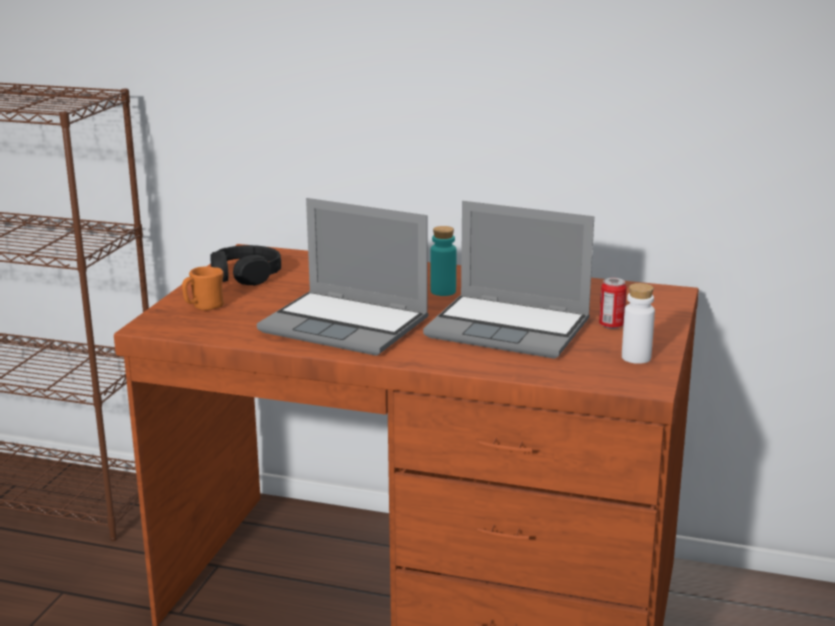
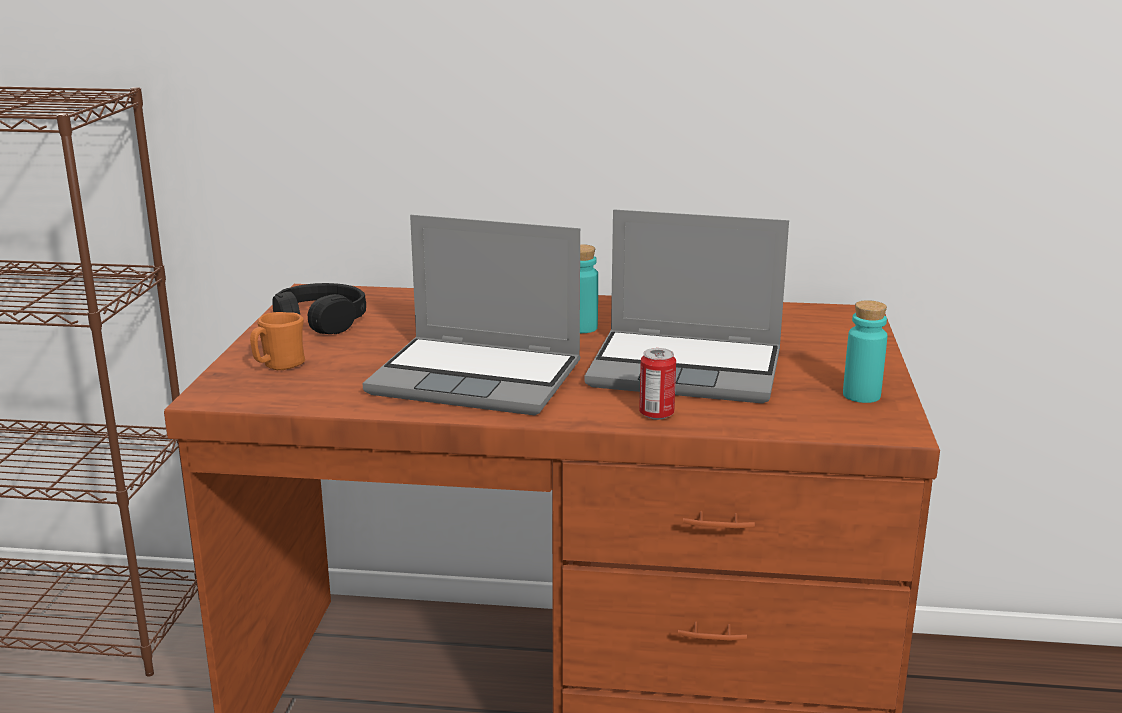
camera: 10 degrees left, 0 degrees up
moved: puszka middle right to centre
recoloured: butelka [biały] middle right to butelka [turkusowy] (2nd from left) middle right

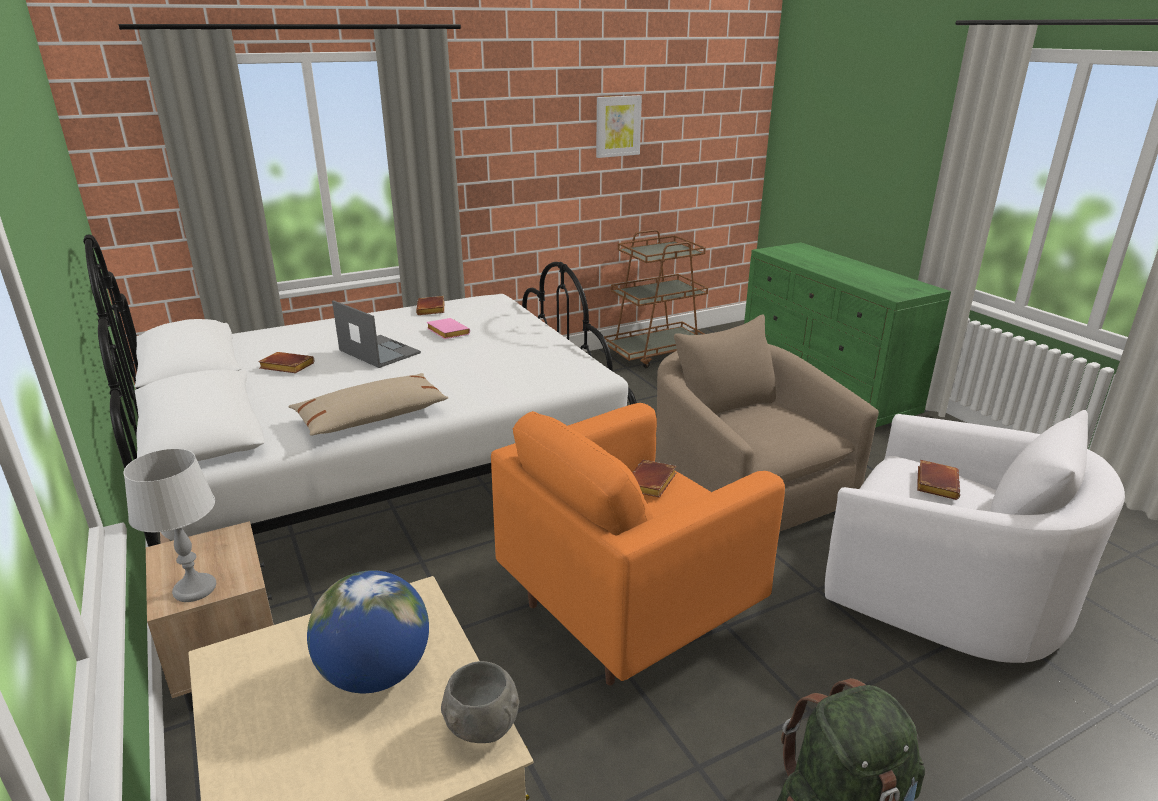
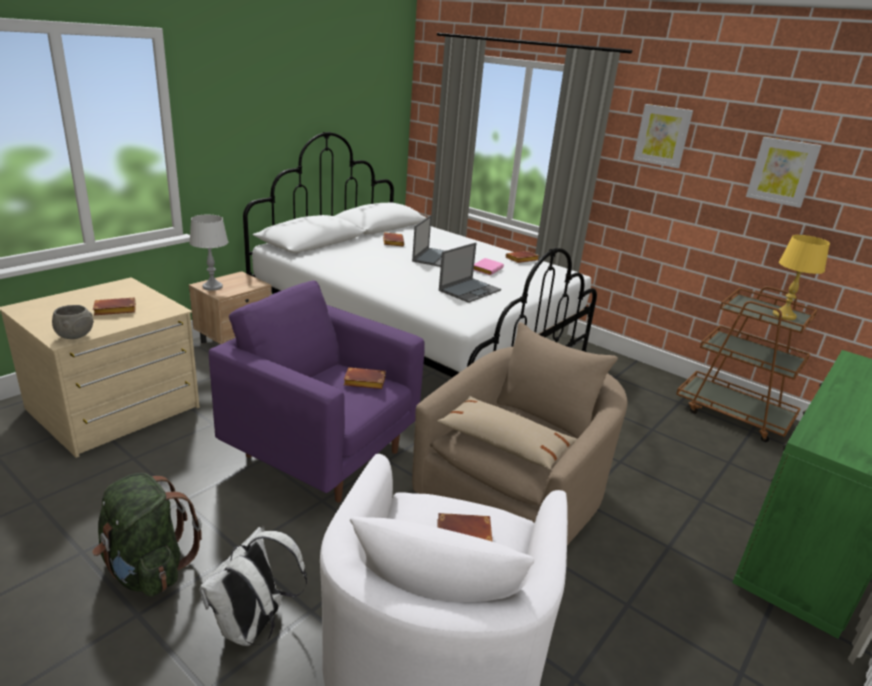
camera: 65 degrees right, 0 degrees up
added: plecak [biały] bottom left; laptop (2nd from left) centre; obraz (1st from left) top right; lampa stołowa [żółty] middle right
moved: poduszka [beżowy] middle left to centre
replaced: globus bottom left to książka [brązowy] (1st from left) middle left
recoloured: fotel [pomarańczowy] bottom centre to fotel [fioletowy] centre

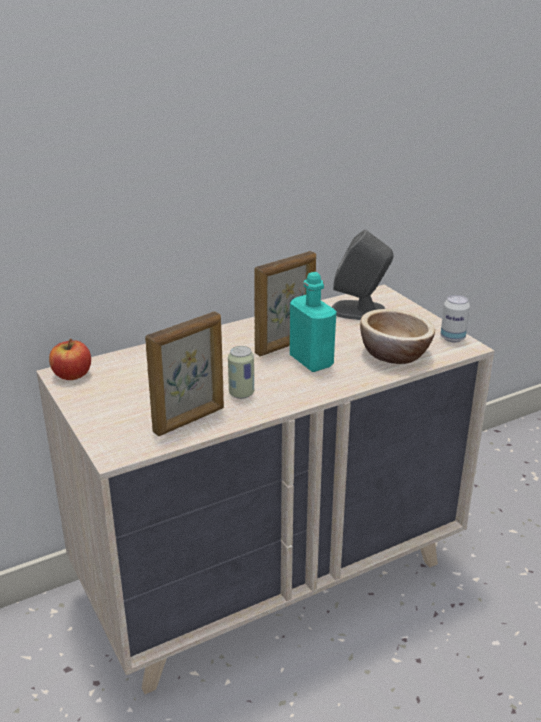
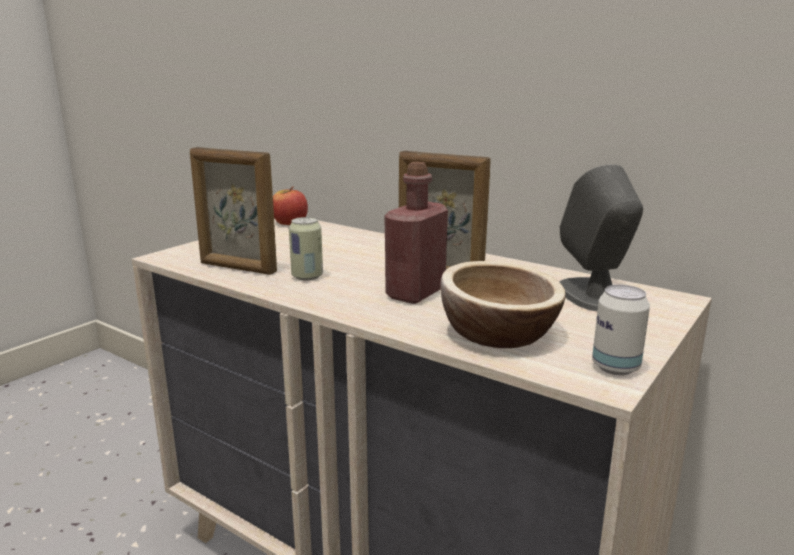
camera: 65 degrees right, 10 degrees down
recoloured: butelka [turkusowy] centre to butelka [czerwony] centre

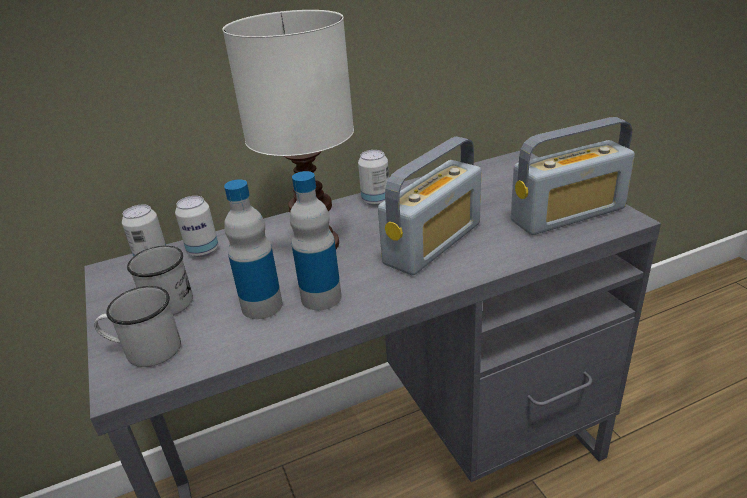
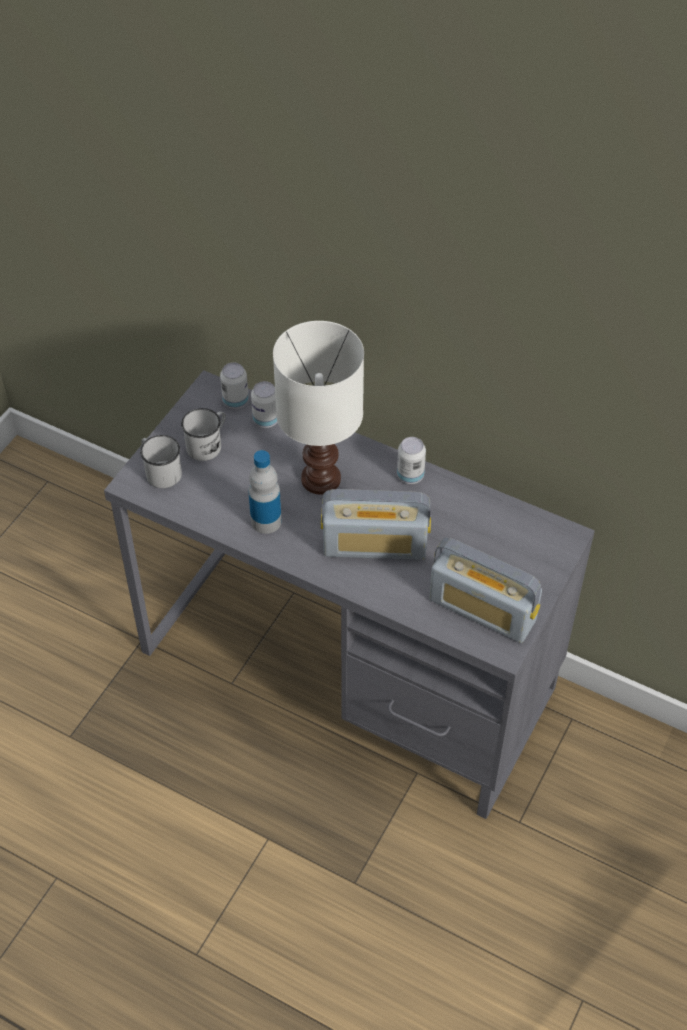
camera: 50 degrees right, 20 degrees up
removed: butelka (1st from left) centre

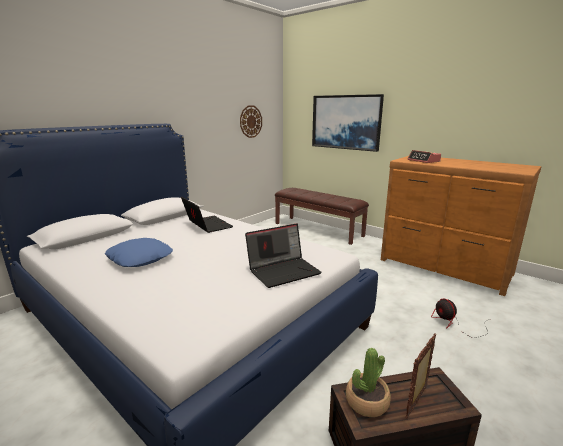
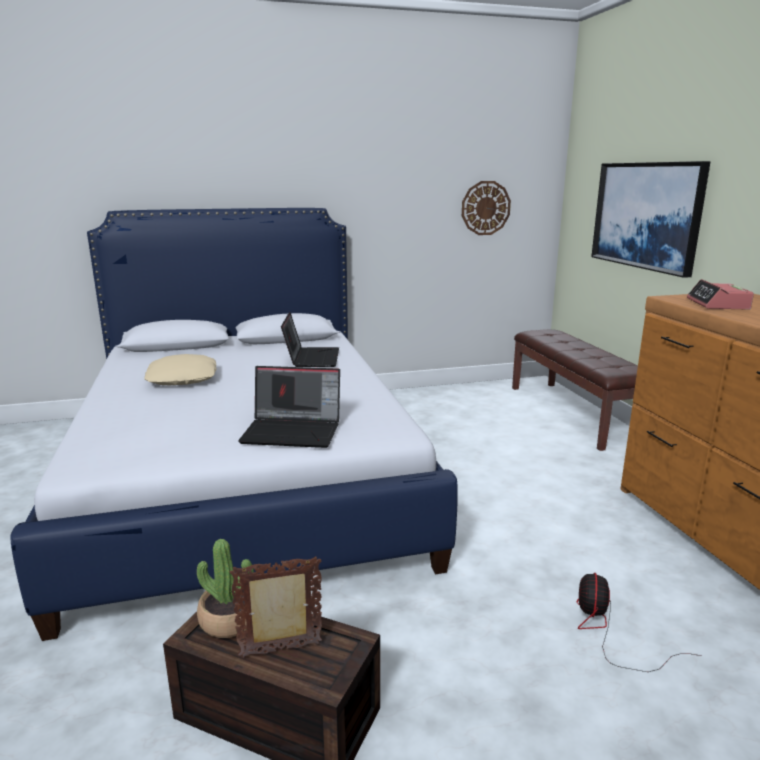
camera: 35 degrees right, 0 degrees up
recoloured: poduszka [niebieski] middle left to poduszka [beżowy] middle left

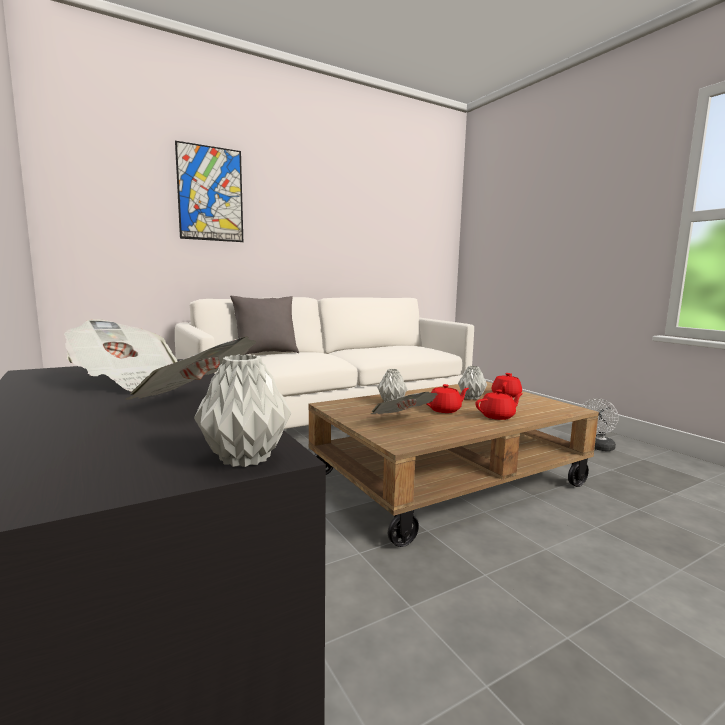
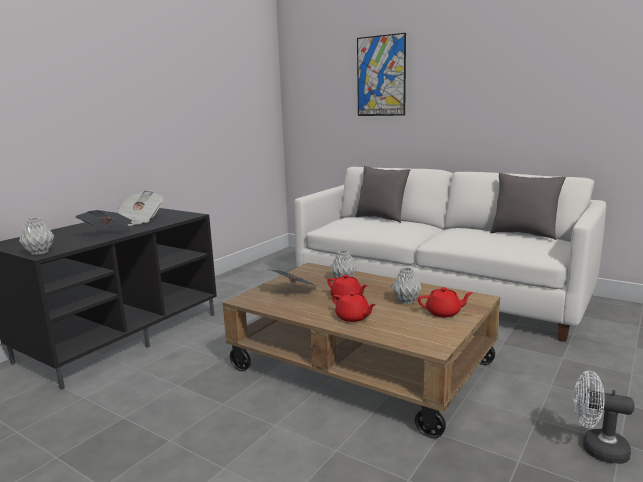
camera: 65 degrees right, 5 degrees up
added: poduszka [szary] (2nd from left) middle right

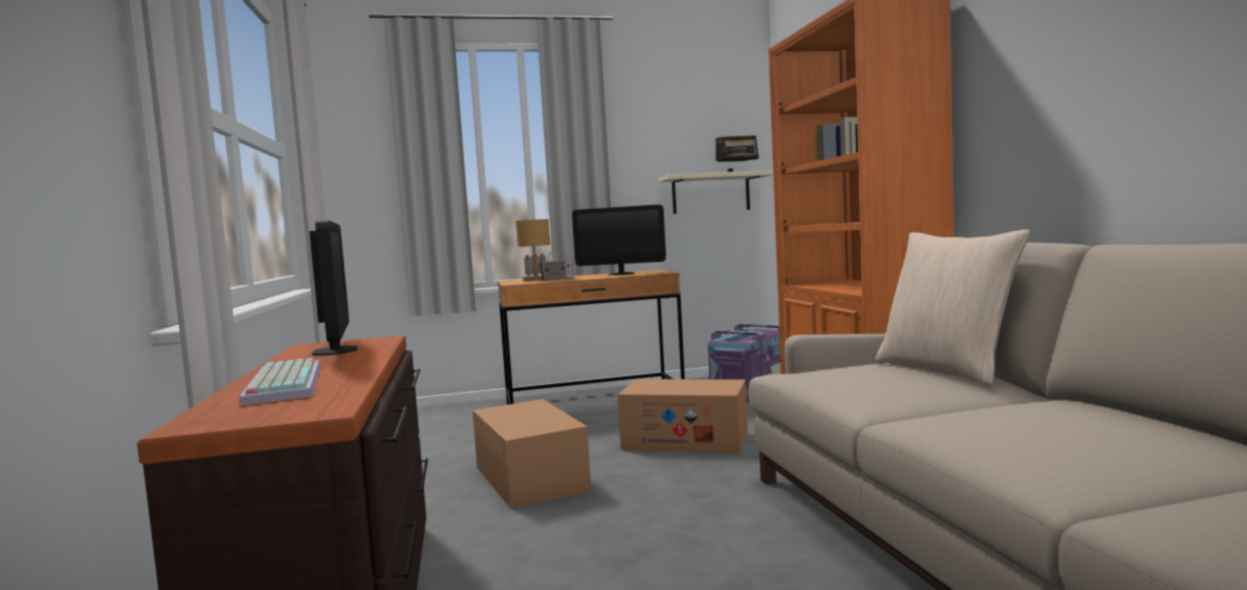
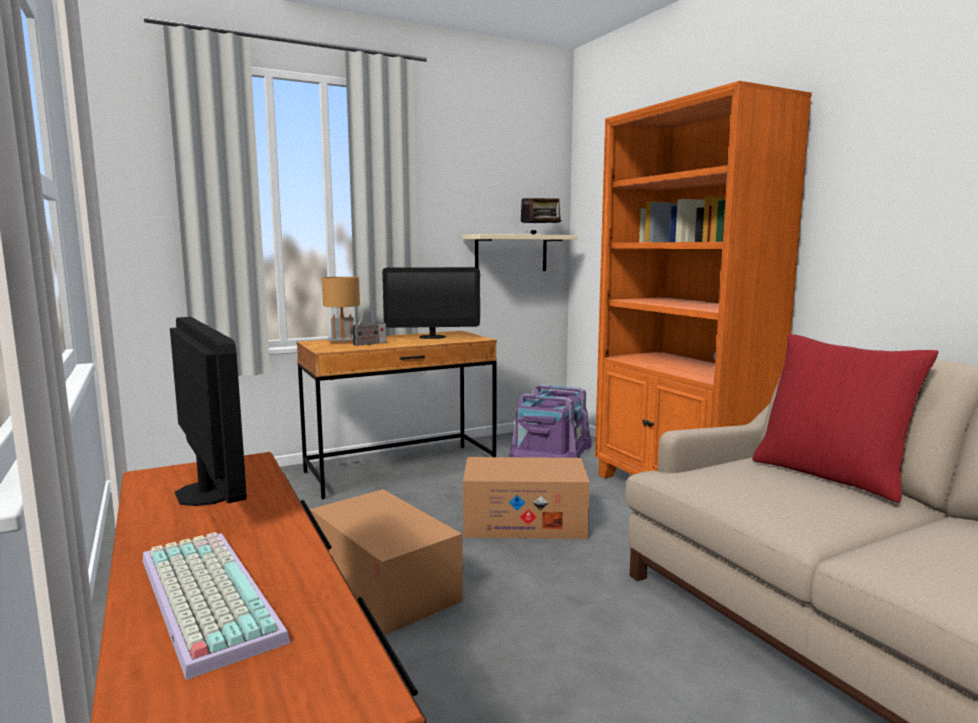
camera: 15 degrees left, 5 degrees up
recoloured: poduszka [beżowy] middle right to poduszka [czerwony] middle right

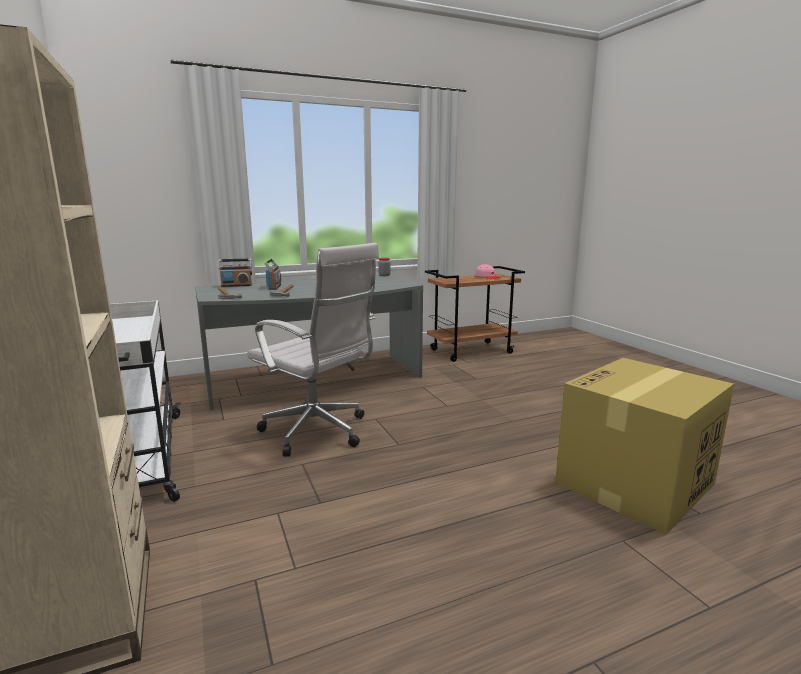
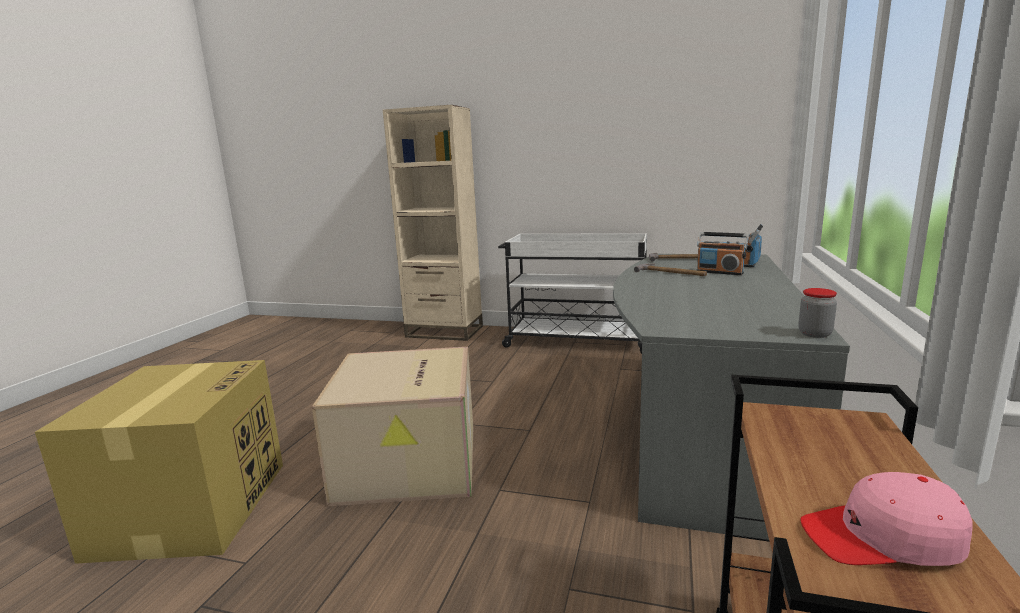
camera: 130 degrees right, 0 degrees up
removed: krzesło biurowe [biały] centre
added: karton (2nd from left) bottom centre

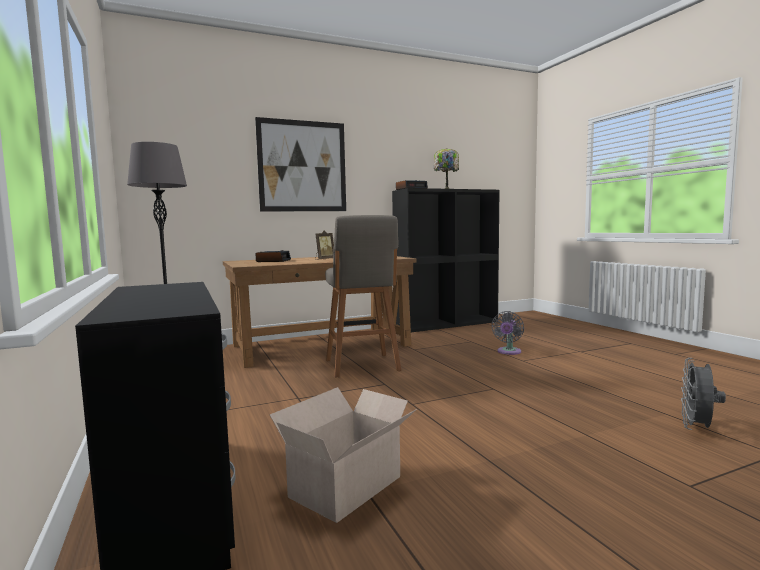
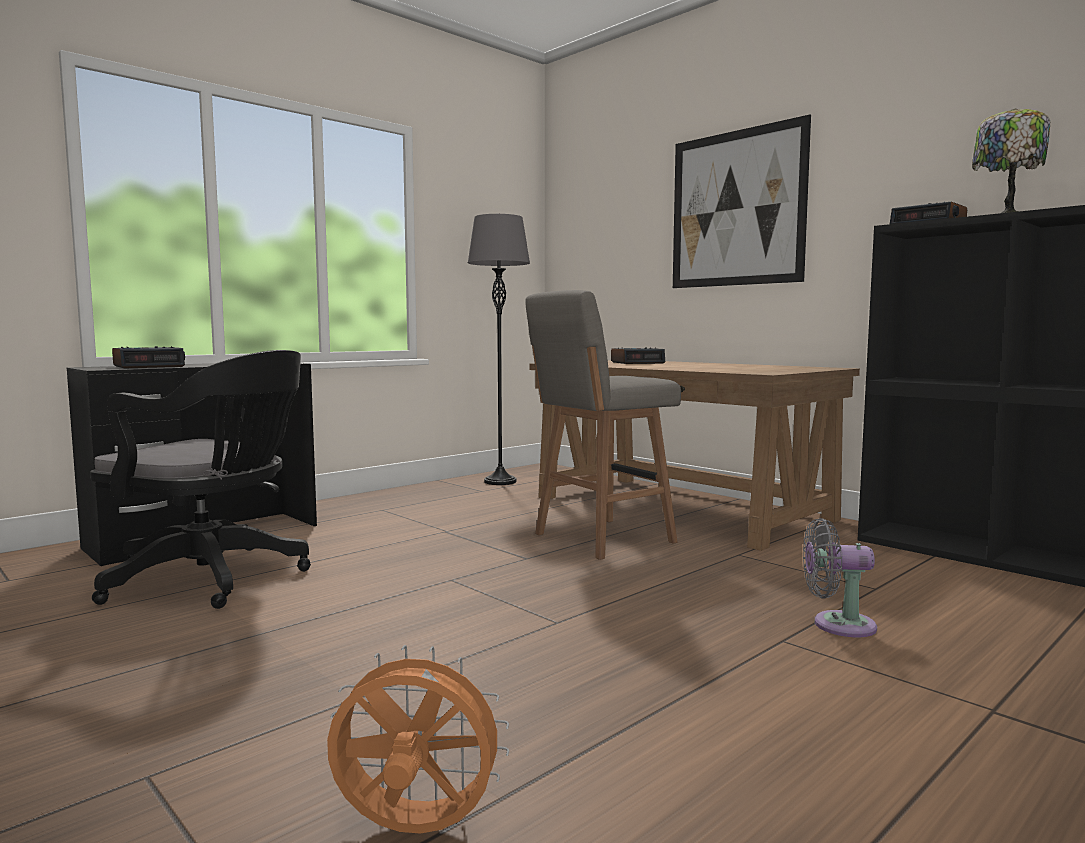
camera: 70 degrees right, 0 degrees up
removed: ramka na zdjęcie centre
added: budzik (1st from left) middle left
replaced: karton bottom centre to krzesło biurowe [czarny] middle left
recoloured: wentylator [szary] (2nd from left) bottom right to wentylator [pomarańczowy] bottom centre

